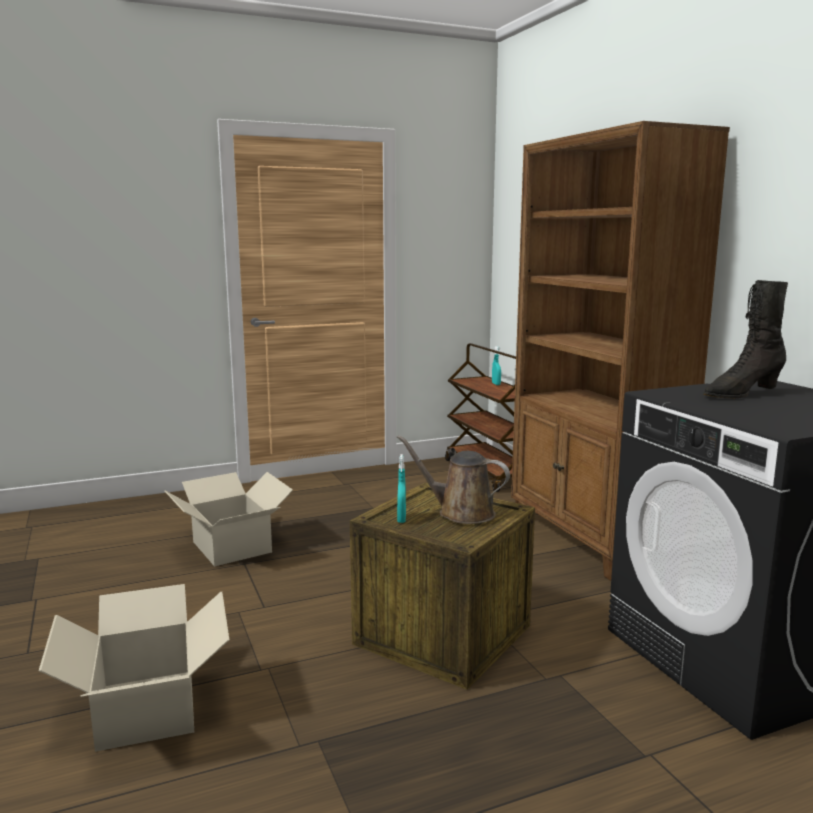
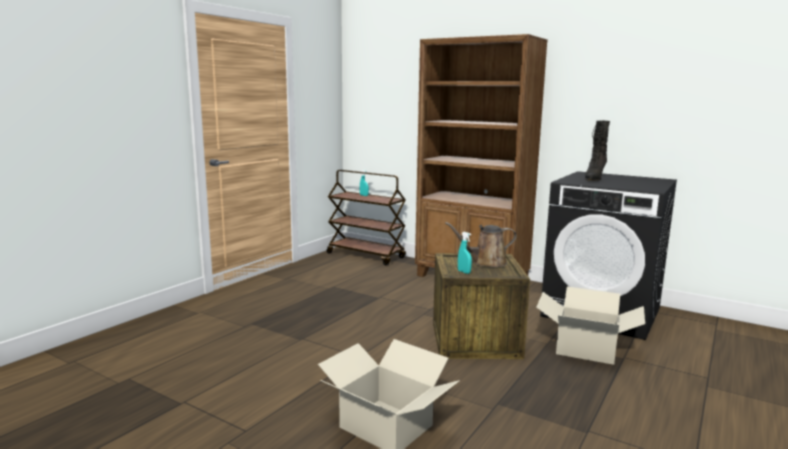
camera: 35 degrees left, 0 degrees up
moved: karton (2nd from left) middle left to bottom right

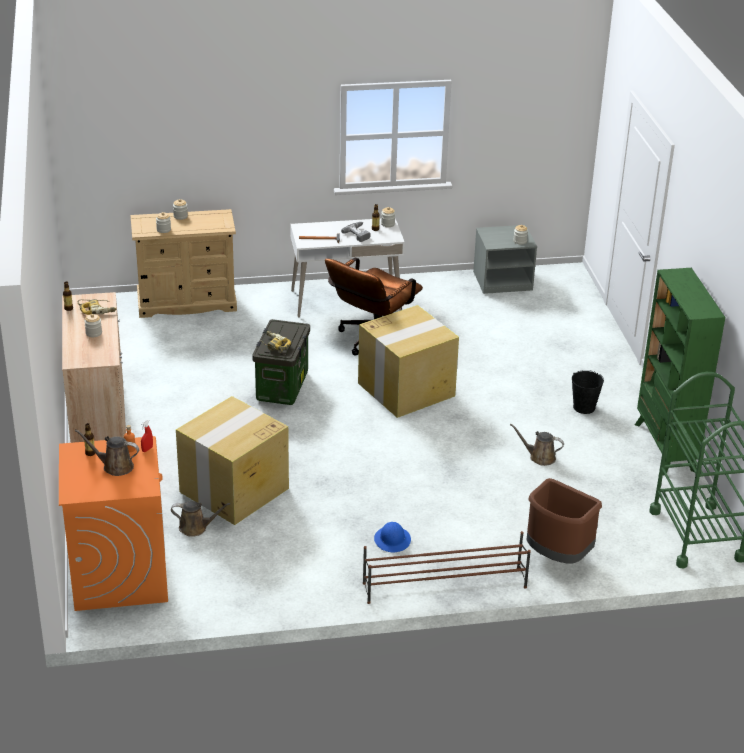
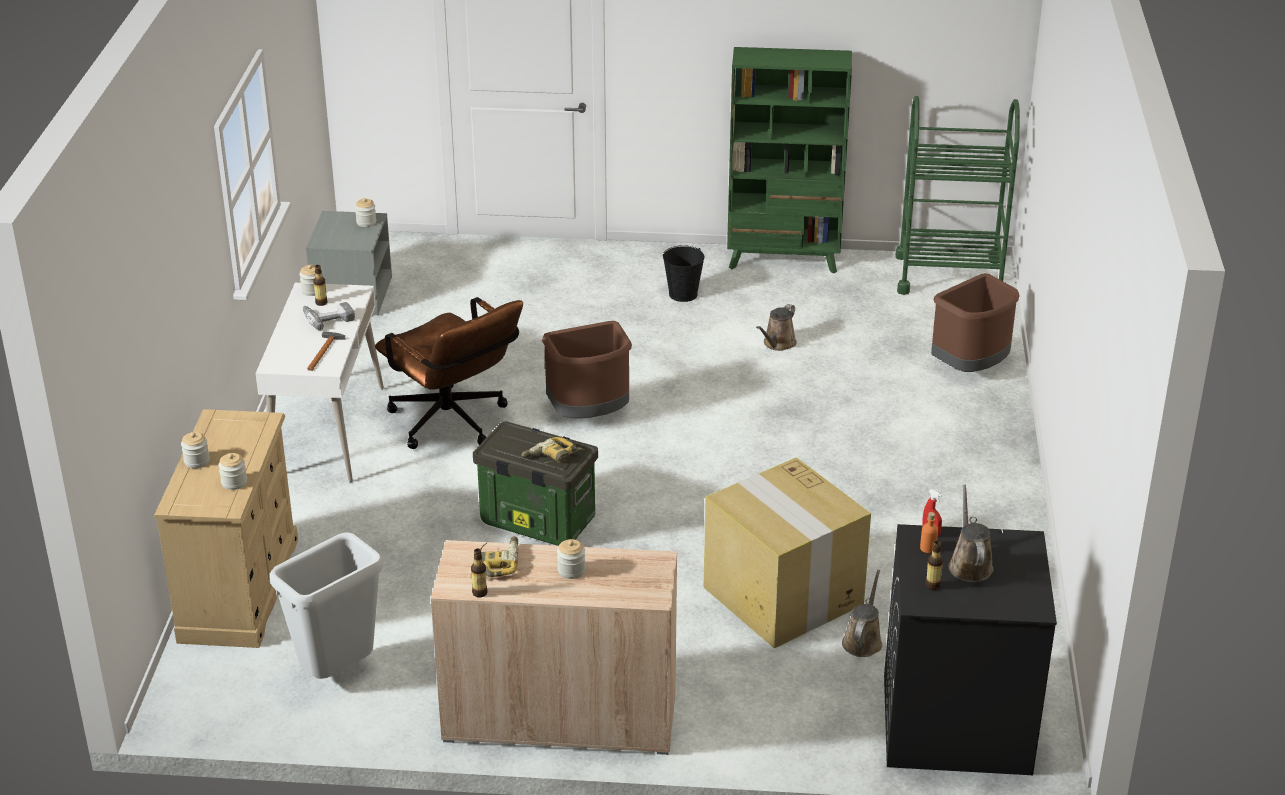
camera: 75 degrees left, 0 degrees up
removed: regał na buty [brązowy] bottom centre; kask [niebieski] bottom centre
added: kosz na śmieci [szary] bottom left
replaced: karton (2nd from left) centre to kosz na śmieci [brązowy] (1st from left) centre
recoloured: pralka [pomarańczowy] bottom left to pralka [czarny] bottom right
turned: konewka [brązowy] (1st from left in the first image) middle left = bottom right 150 degrees clockwise

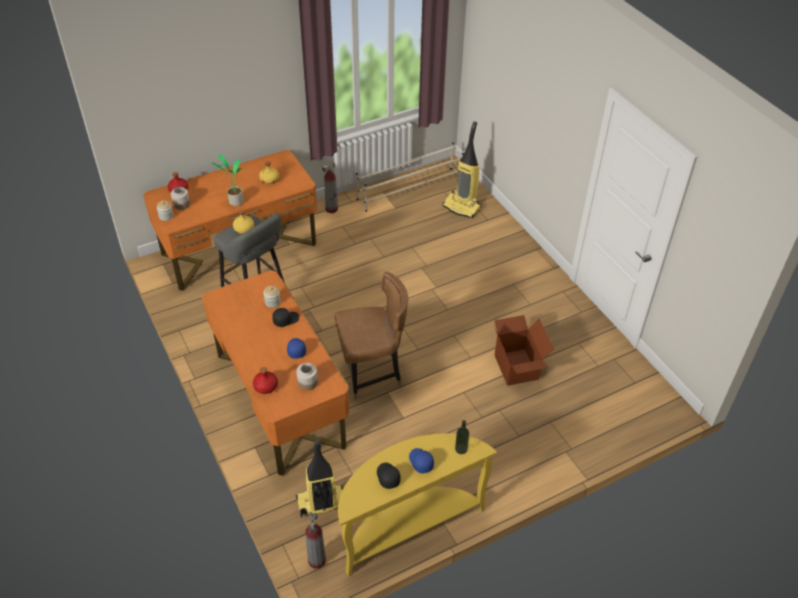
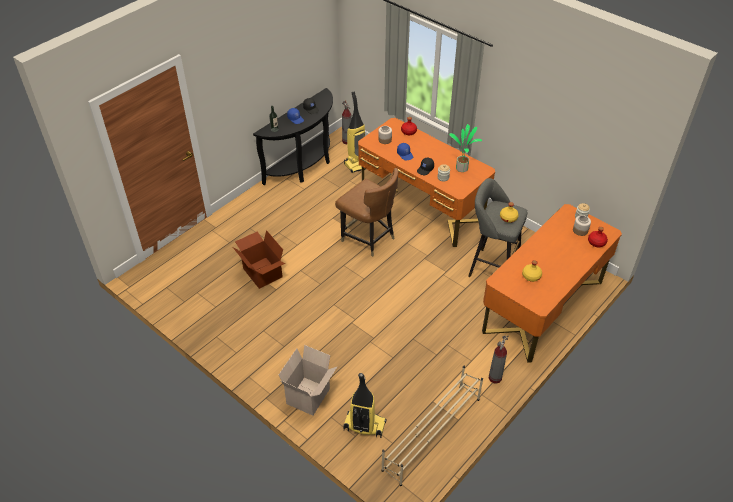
camera: 160 degrees right, 0 degrees up
added: karton (2nd from left) bottom centre
moved: roślina doniczkowa top left to top centre
recoloured: stolik konsolowy [żółty] bottom centre to stolik konsolowy [czarny] top centre
turned: krzesło [brązowy] centre = centre 105 degrees counterclockwise

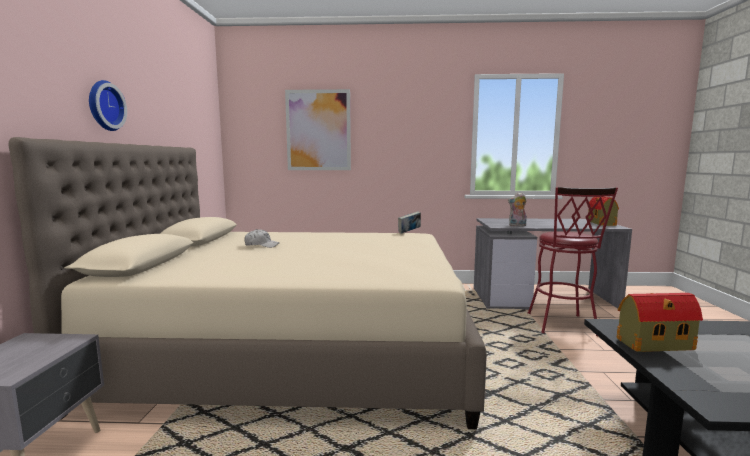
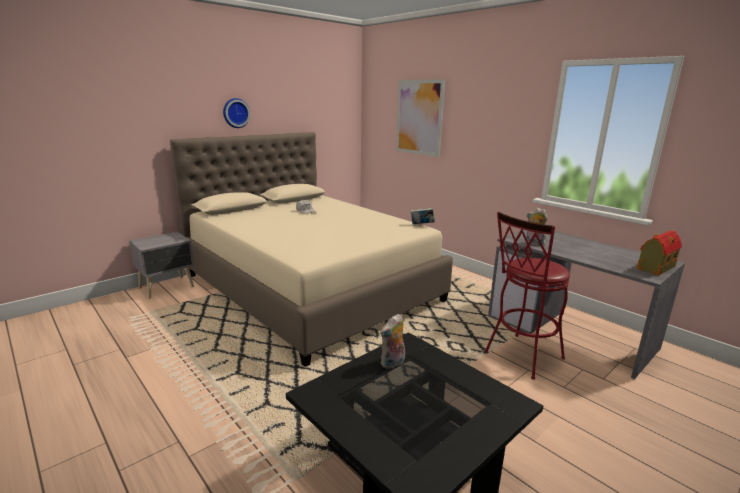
camera: 45 degrees right, 10 degrees up
replaced: domek (2nd from left) bottom right to pluszak (1st from left) bottom centre

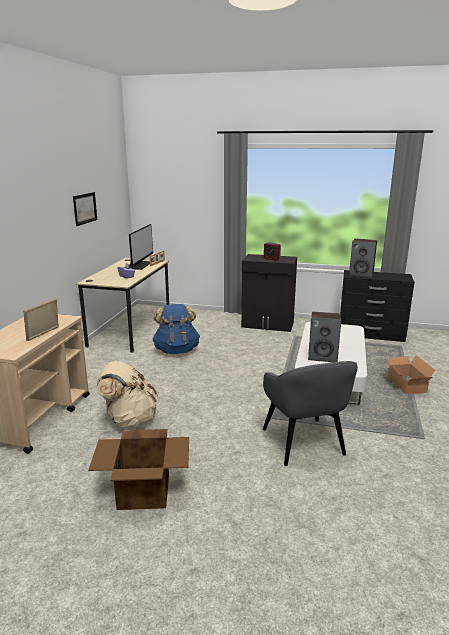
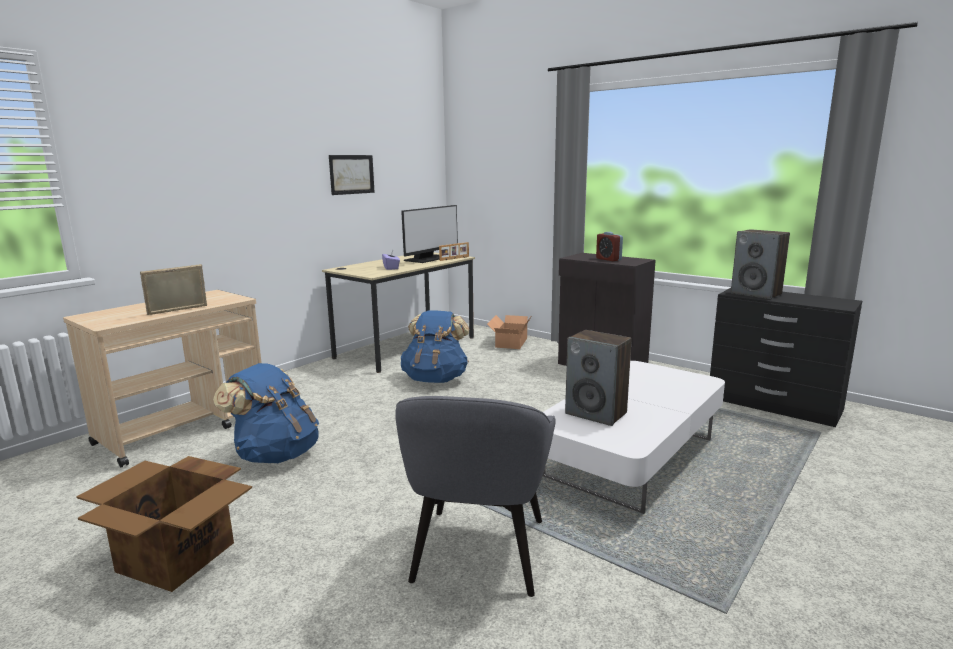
camera: 25 degrees right, 5 degrees down
moved: karton (2nd from left) middle right to centre
recoloured: plecak [beżowy] middle left to plecak [niebieski] (1st from left) middle left

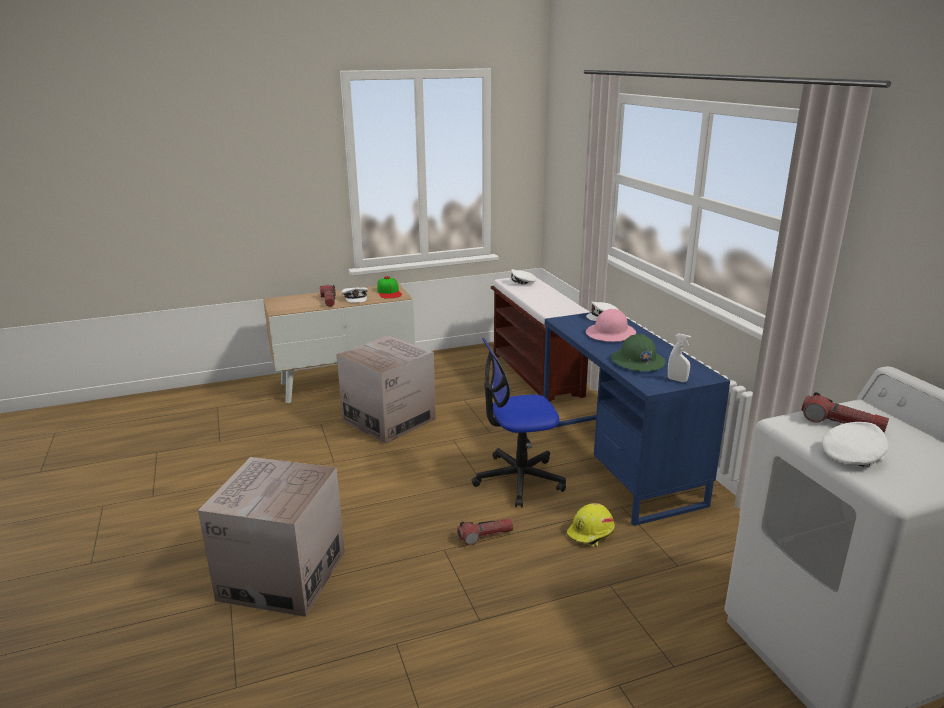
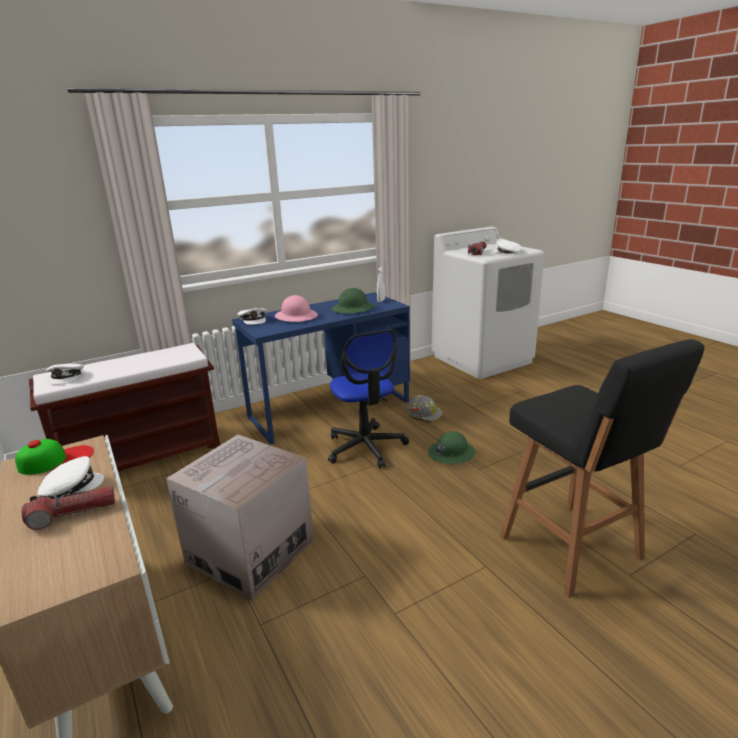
camera: 100 degrees left, 0 degrees up
replaced: karton (1st from left) bottom left to stołek [czarny] middle right; latarka (2nd from left) bottom centre to kask [zielony] (2nd from left) centre
recoloured: kask [żółty] bottom centre to kask [szary] centre

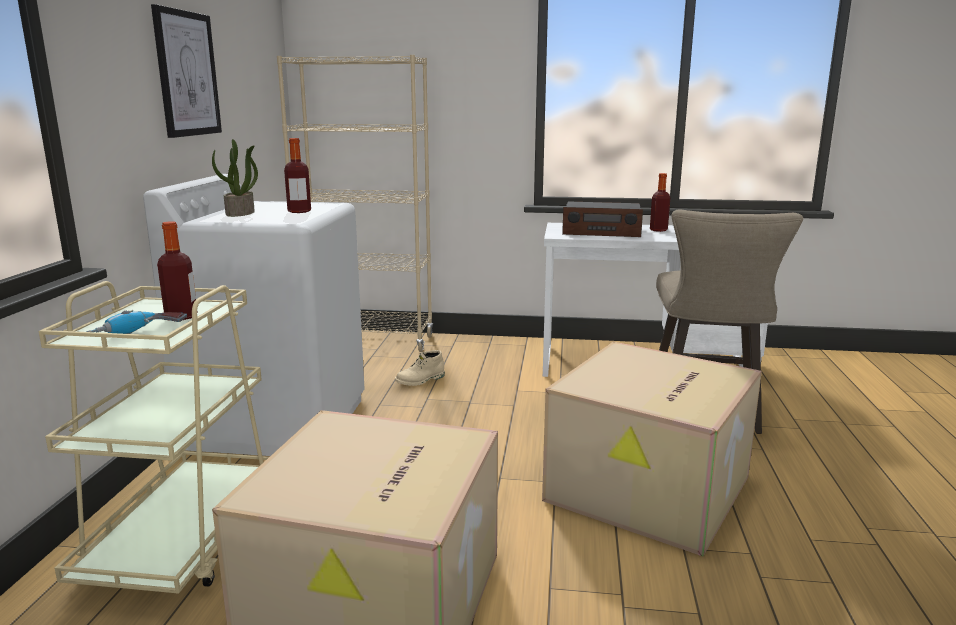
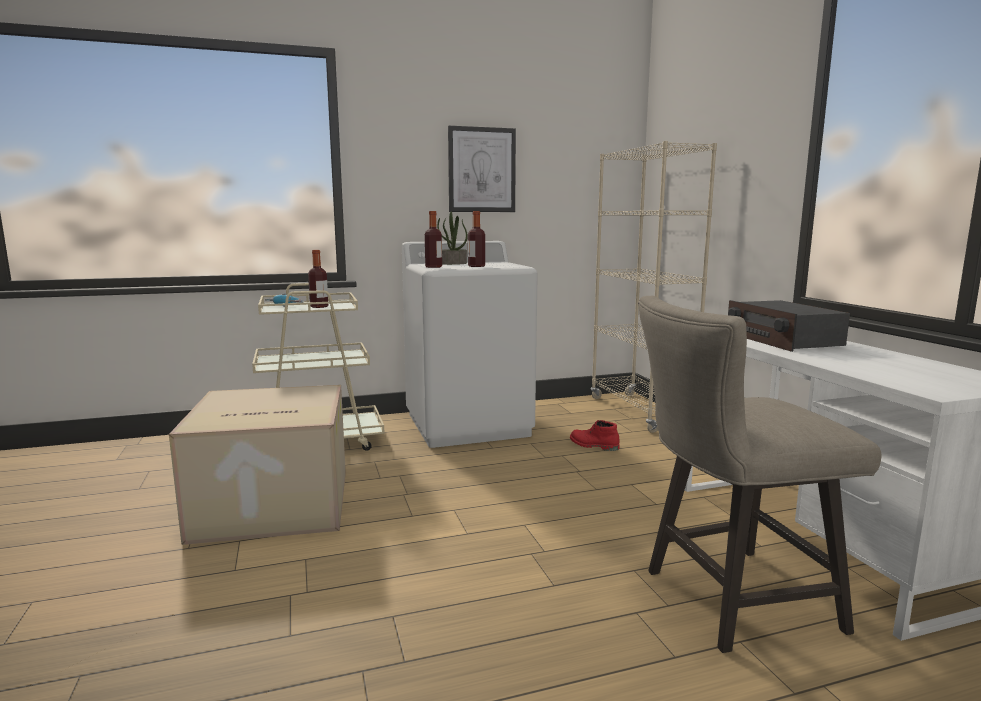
camera: 65 degrees right, 5 degrees down
removed: karton (2nd from left) bottom right
moved: butelka (3rd from left in the first image) top right to butelka (2nd from left) centre
recoloured: but z cholewką [beżowy] centre to but z cholewką [czerwony] centre

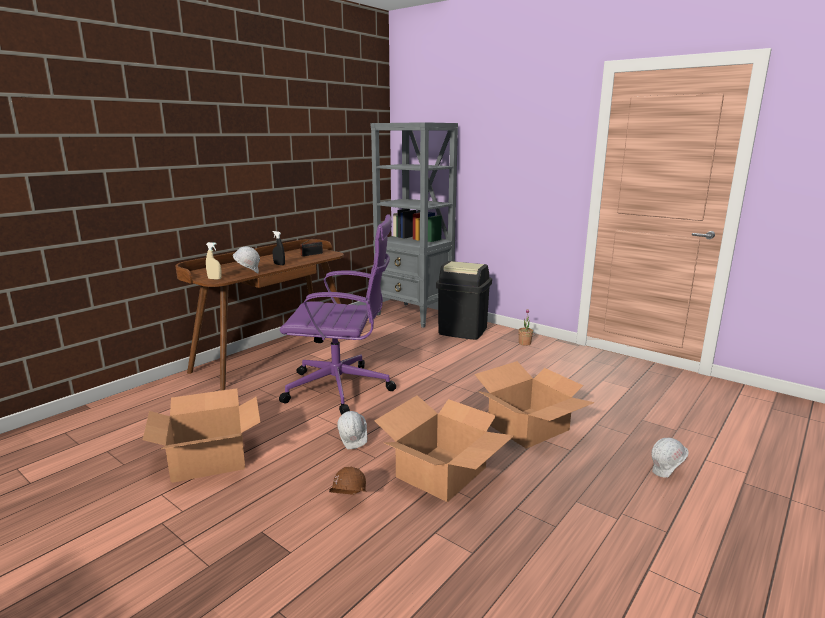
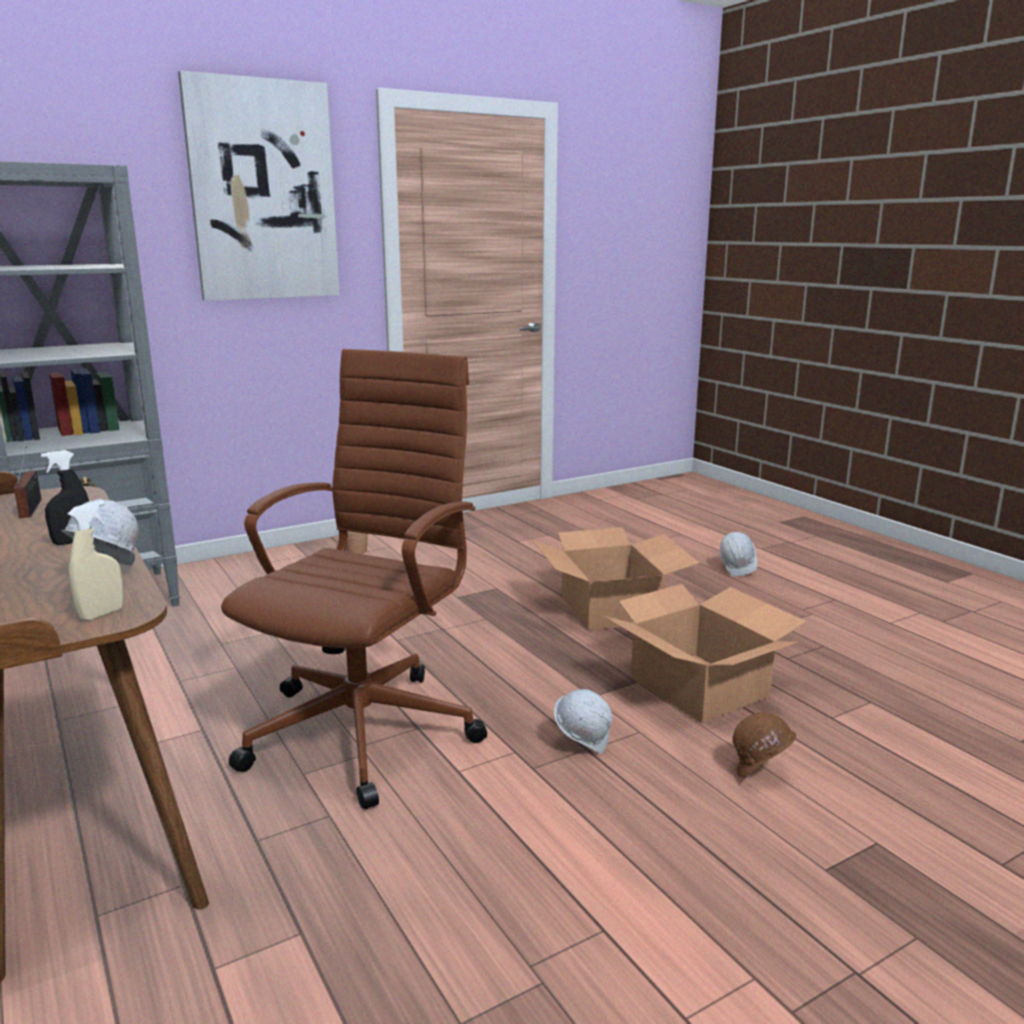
camera: 70 degrees left, 0 degrees up
removed: karton (1st from left) bottom left; kosz na śmieci [czarny] centre
added: obraz top left
recoloured: krzesło biurowe [fioletowy] centre to krzesło biurowe [brązowy] centre

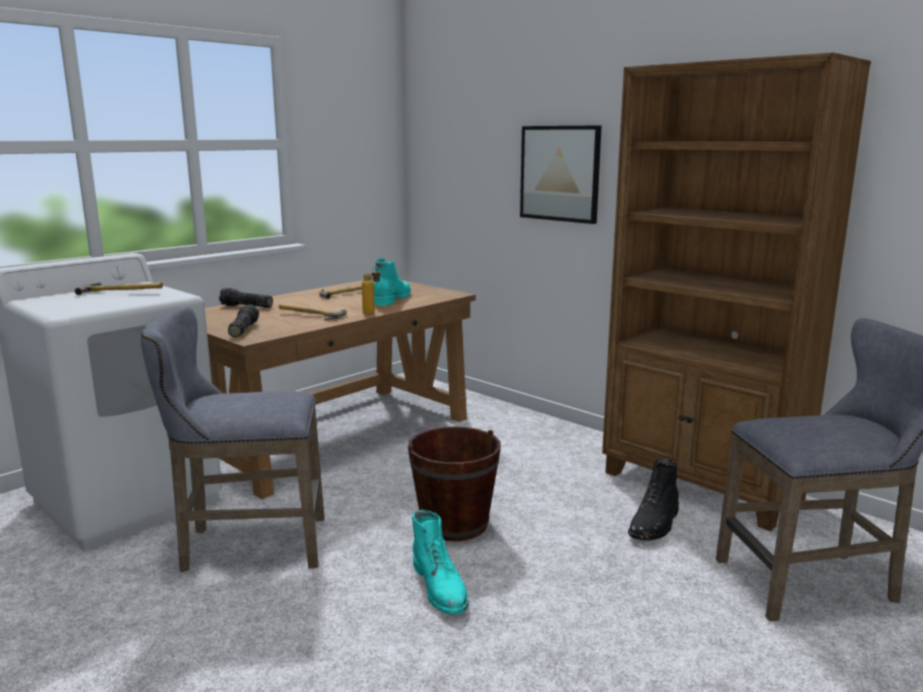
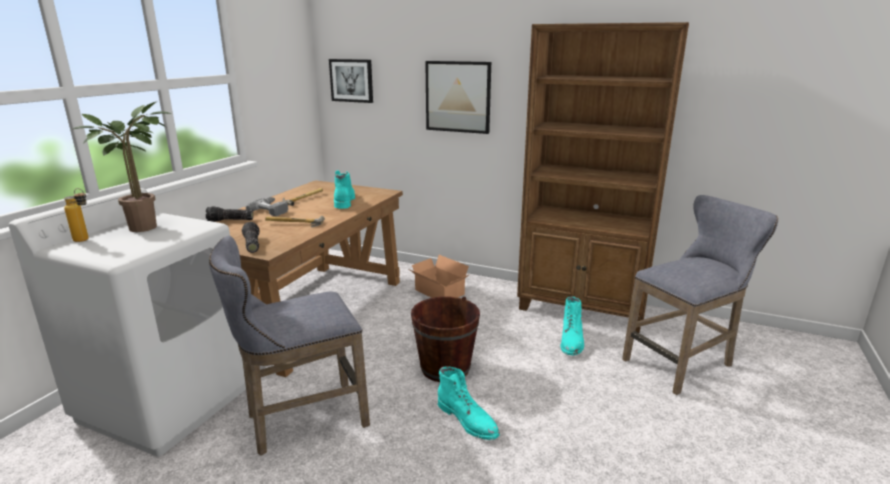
camera: 20 degrees left, 5 degrees up
added: wiertarka middle left; obraz (1st from left) top centre; karton centre
moved: butelka centre to middle left
replaced: młotek (1st from left) middle left to roślina doniczkowa middle left
recoloured: but z cholewką [czarny] bottom right to but z cholewką [turkusowy] (3rd from left) bottom centre

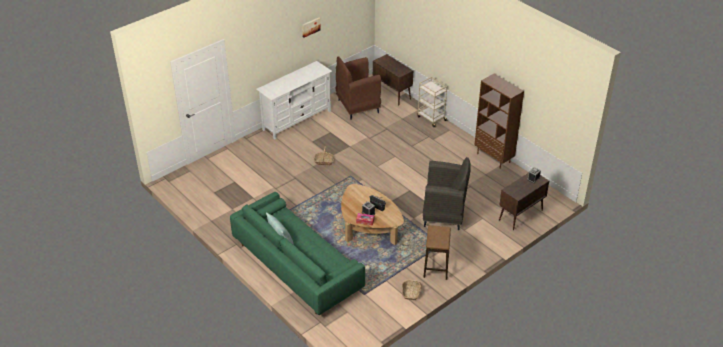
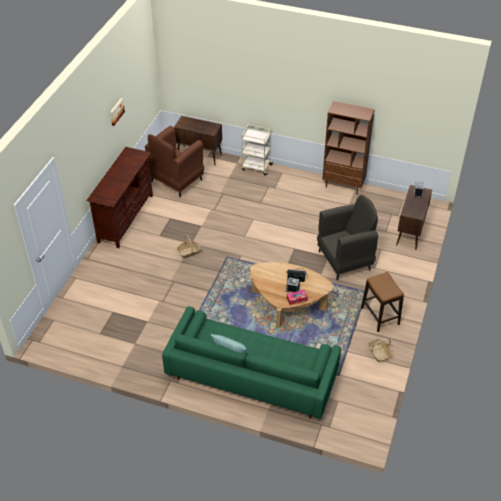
camera: 30 degrees left, 5 degrees up
recoloured: szafka pod telewizor [biały] top centre to szafka pod telewizor [brązowy] middle left

